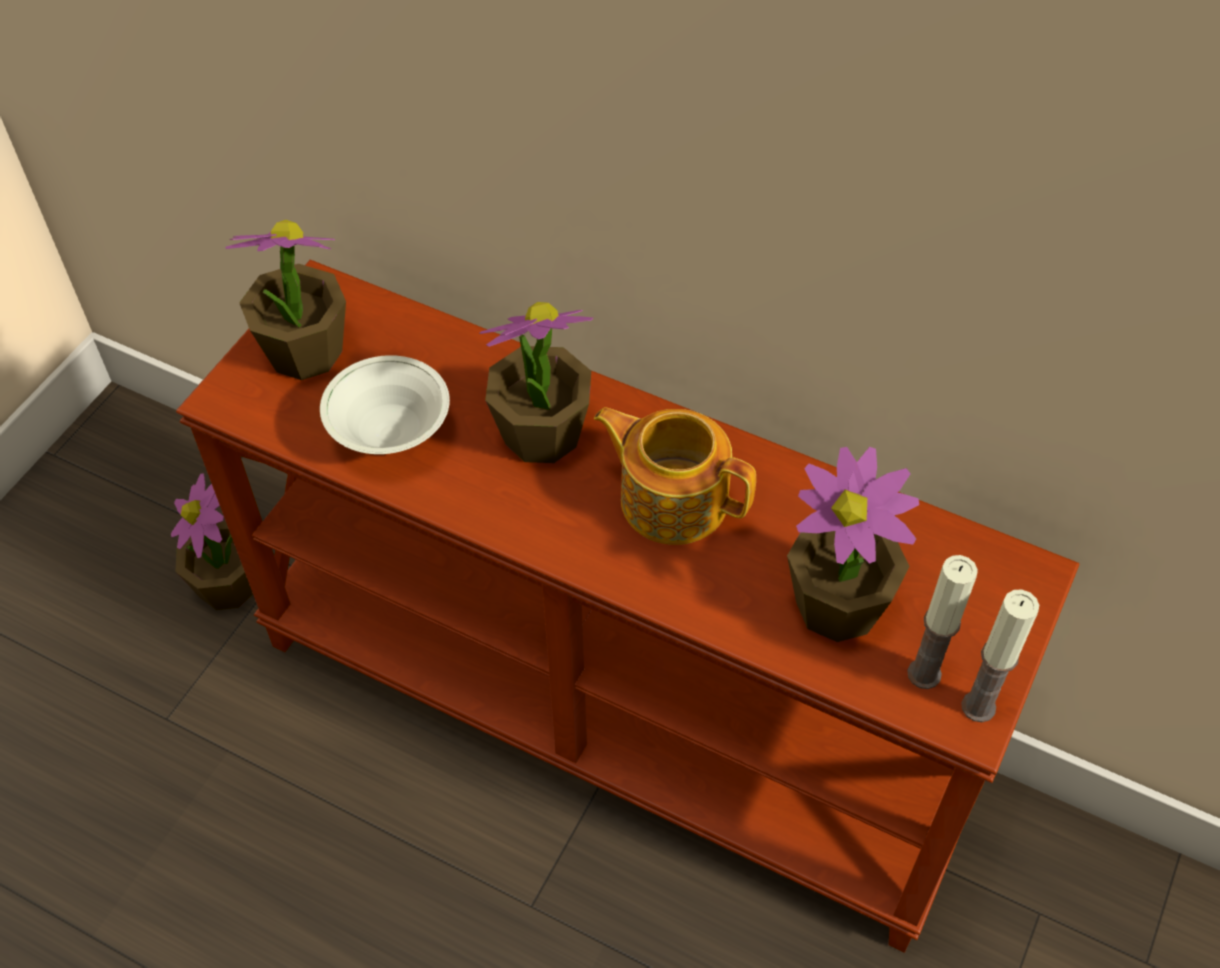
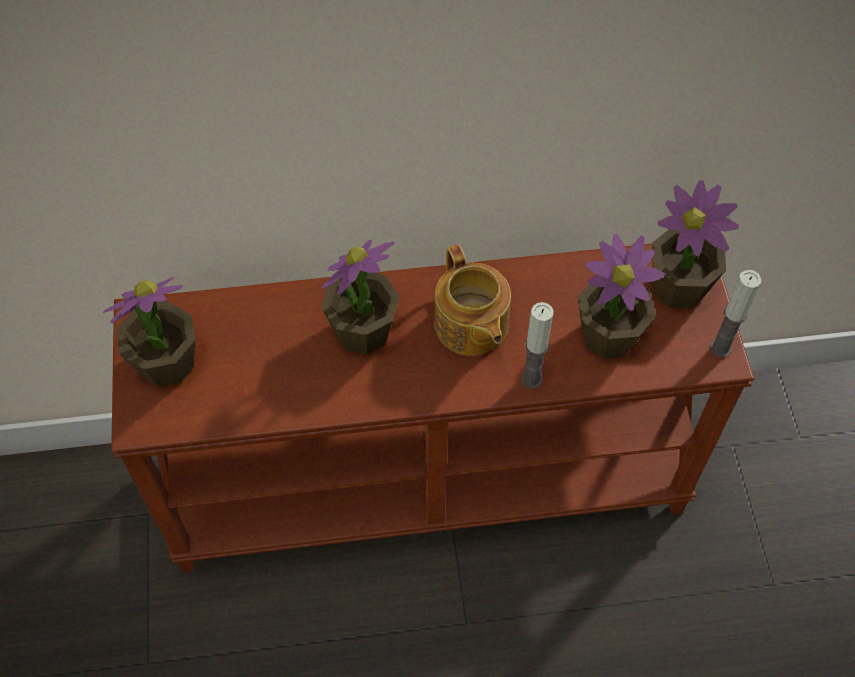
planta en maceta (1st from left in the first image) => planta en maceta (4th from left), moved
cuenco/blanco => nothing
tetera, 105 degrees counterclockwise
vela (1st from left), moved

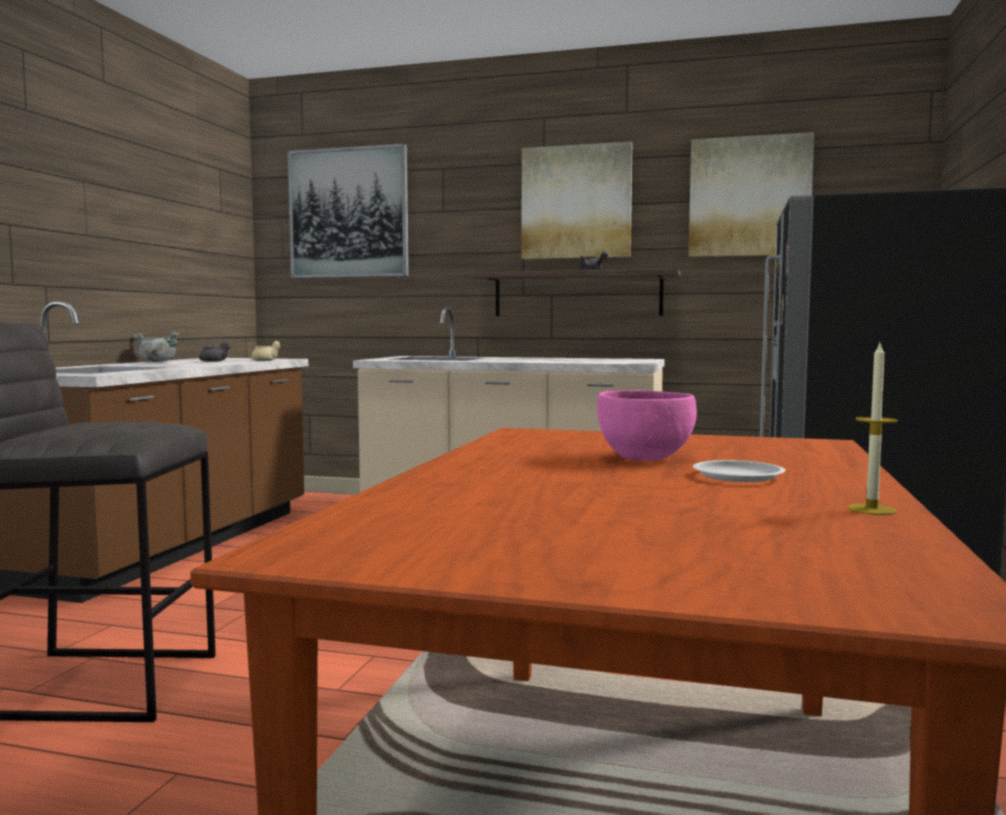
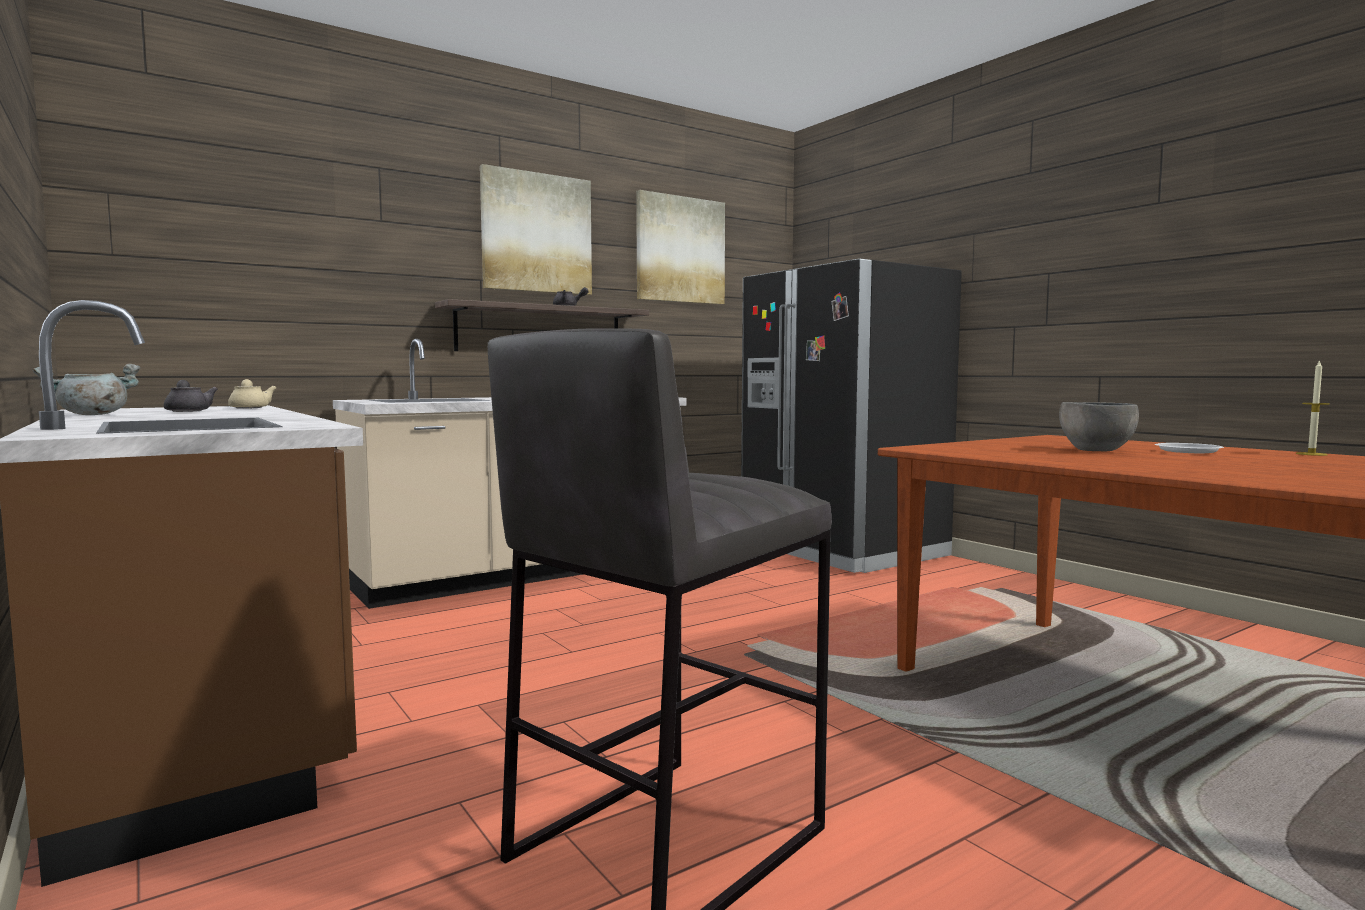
cuadro (1st from left) => nothing
cuenco/rosa => cuenco/gris

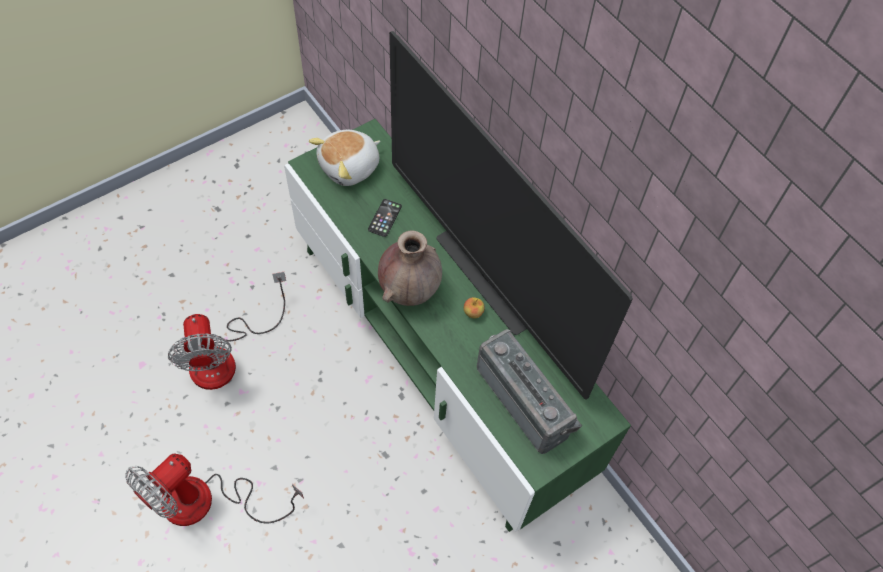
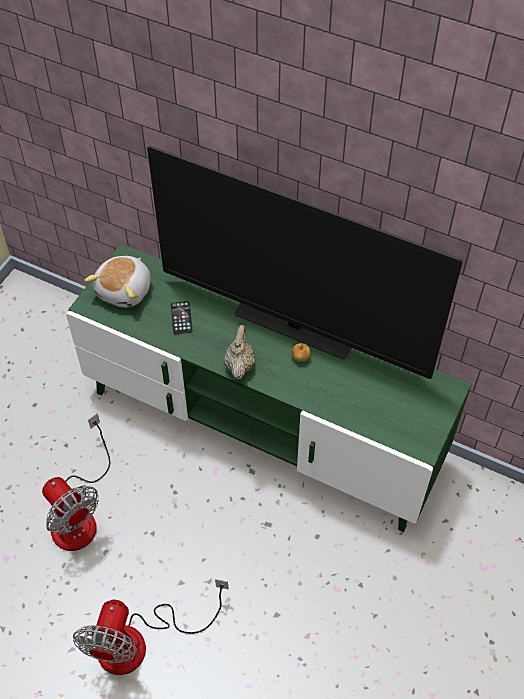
florero/marrón => tetera/beis
radio => nothing

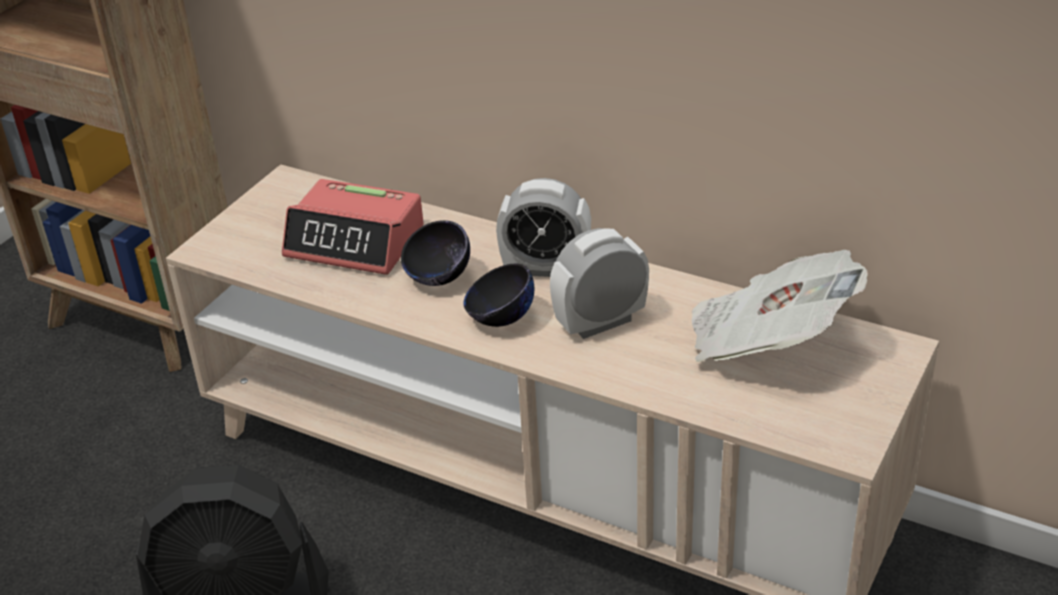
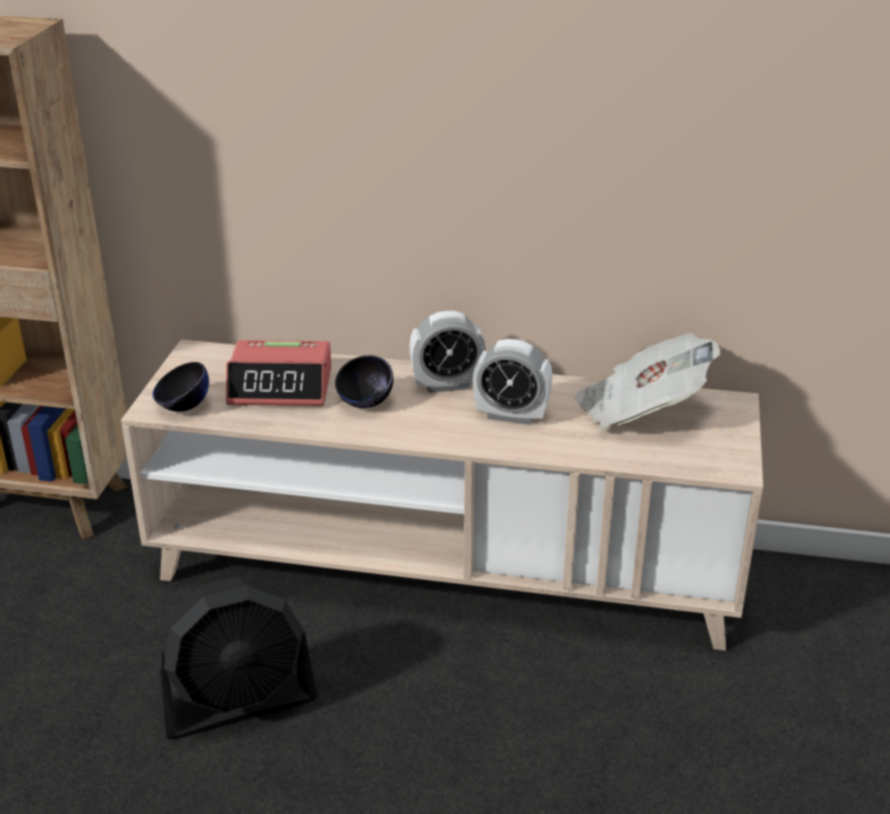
cuenco/negro (2nd from left in the first image) => cuenco/negro (1st from left), moved
despertador (3rd from left), 120 degrees counterclockwise

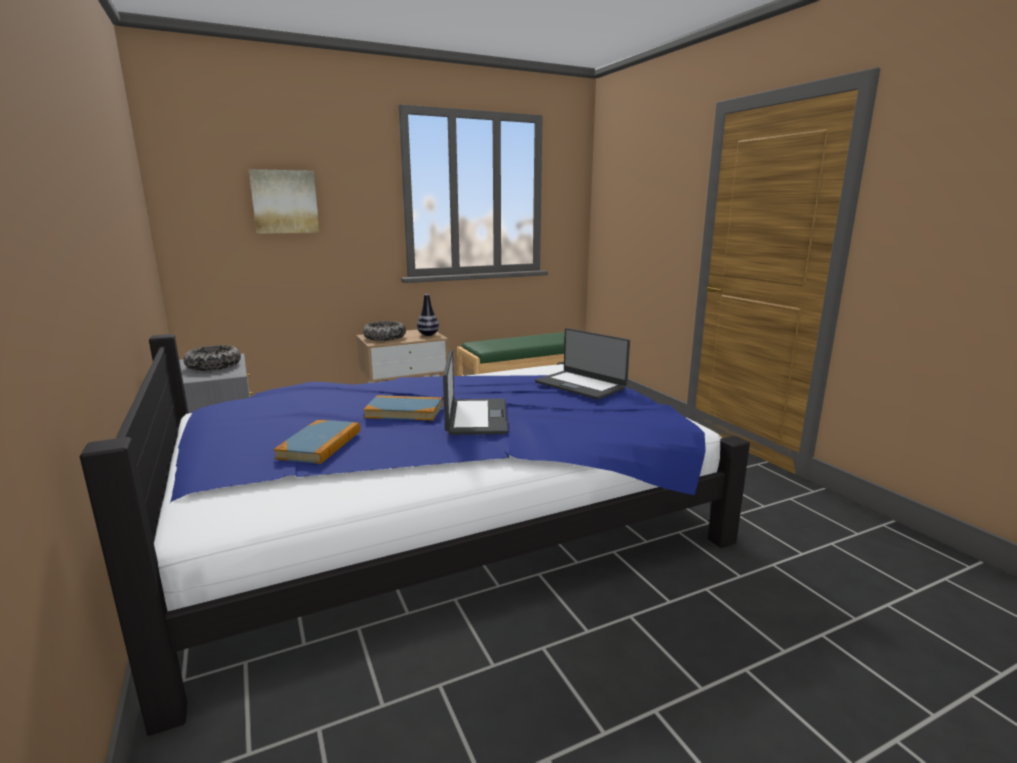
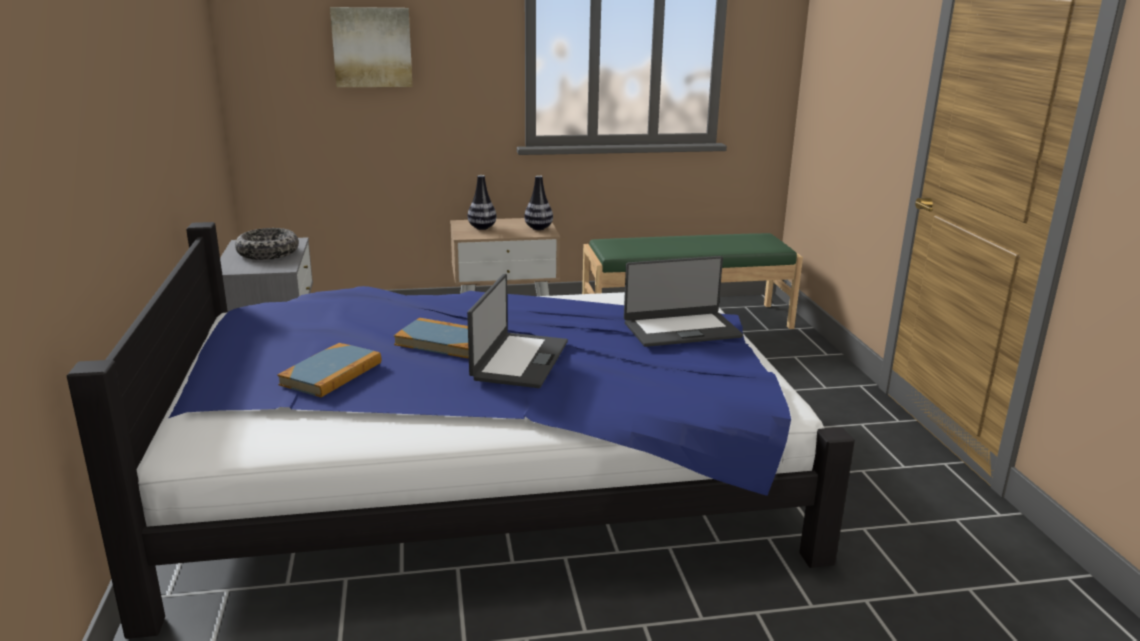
cuenco (2nd from left) => florero (1st from left)
portátil (2nd from left), 75 degrees counterclockwise

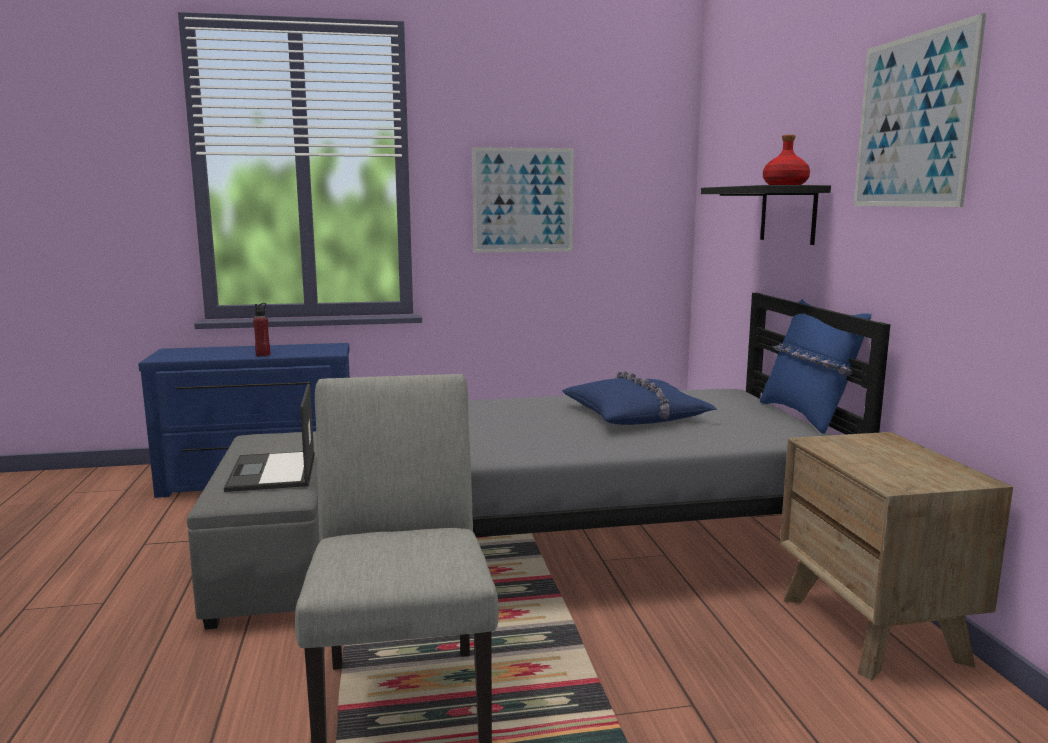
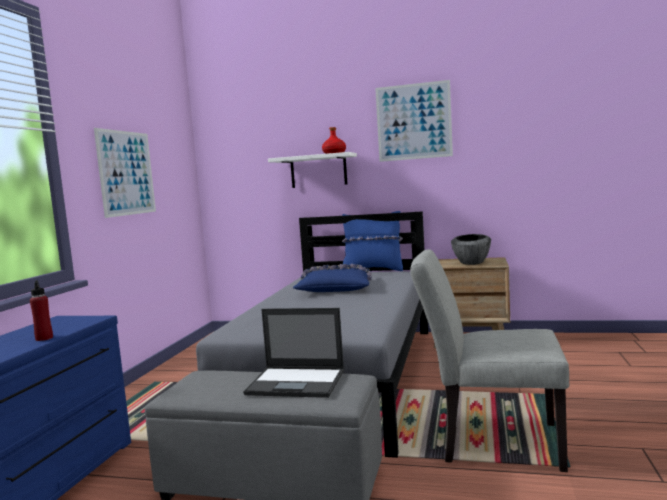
estante/negro => estante/blanco
nothing => cuenco

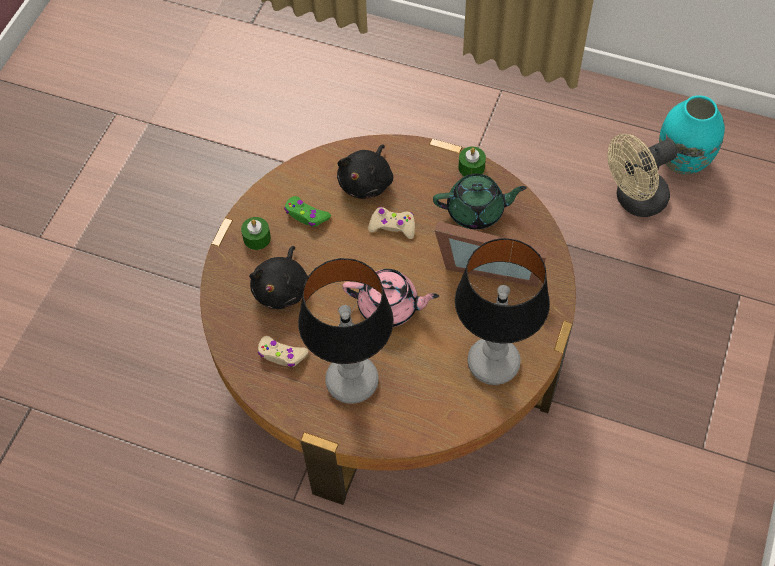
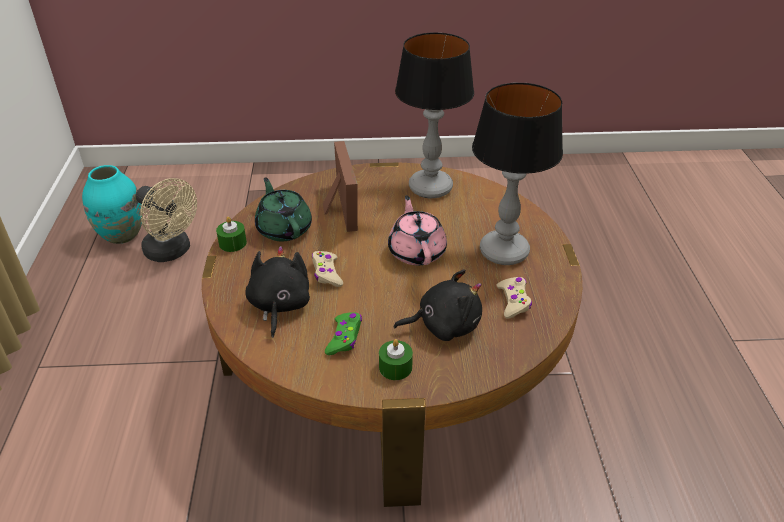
peluche/negro (2nd from left in the first image) => peluche/negro (1st from left), 90 degrees counterclockwise

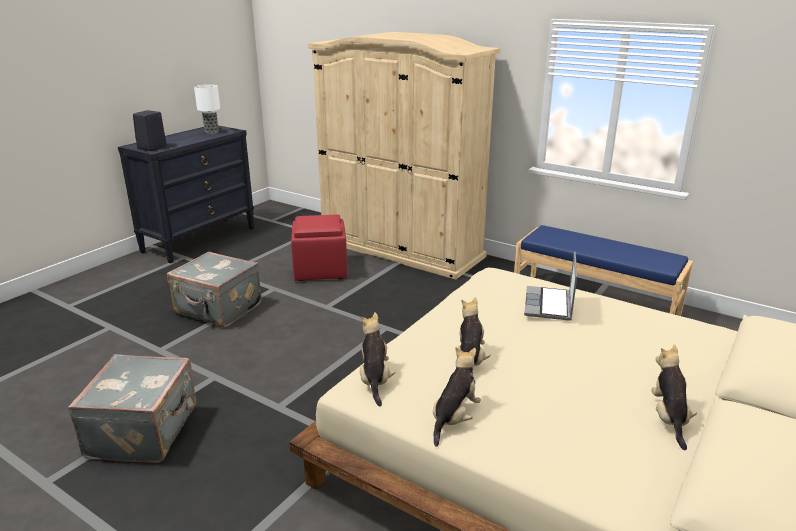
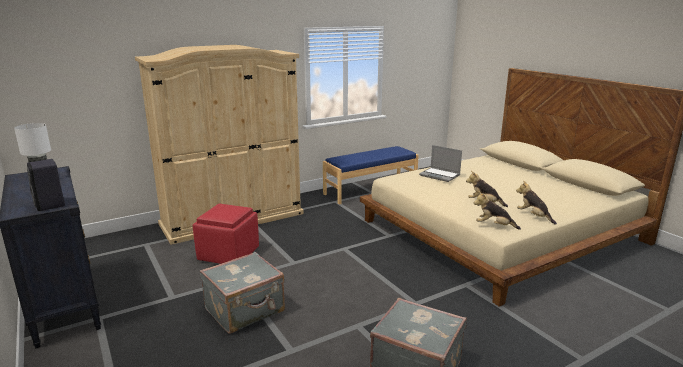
peluche (4th from left) => nothing

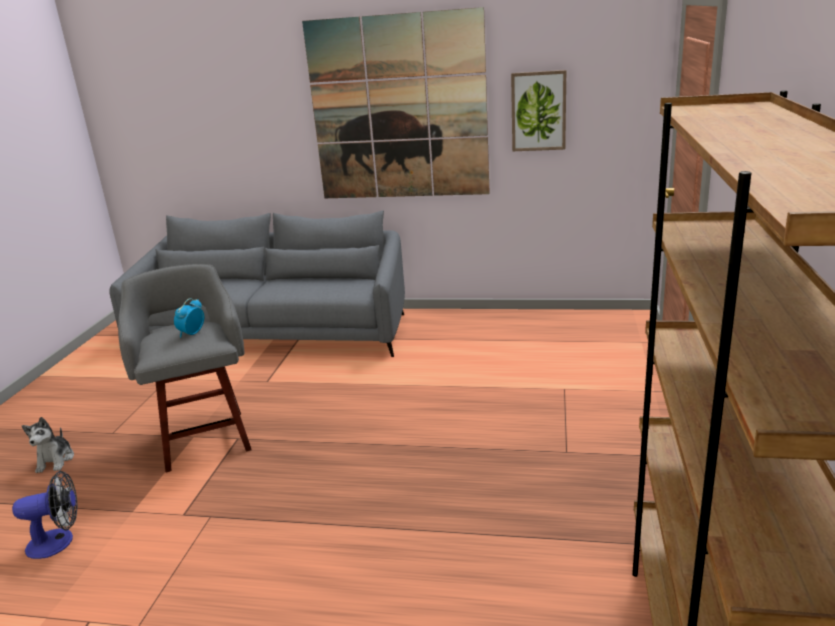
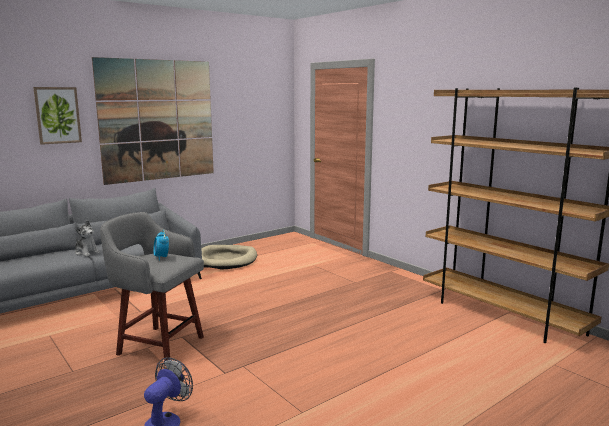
peluche, moved
cuadro (2nd from left in the first image) => cuadro (1st from left), moved
nothing => cama para perro/beis

